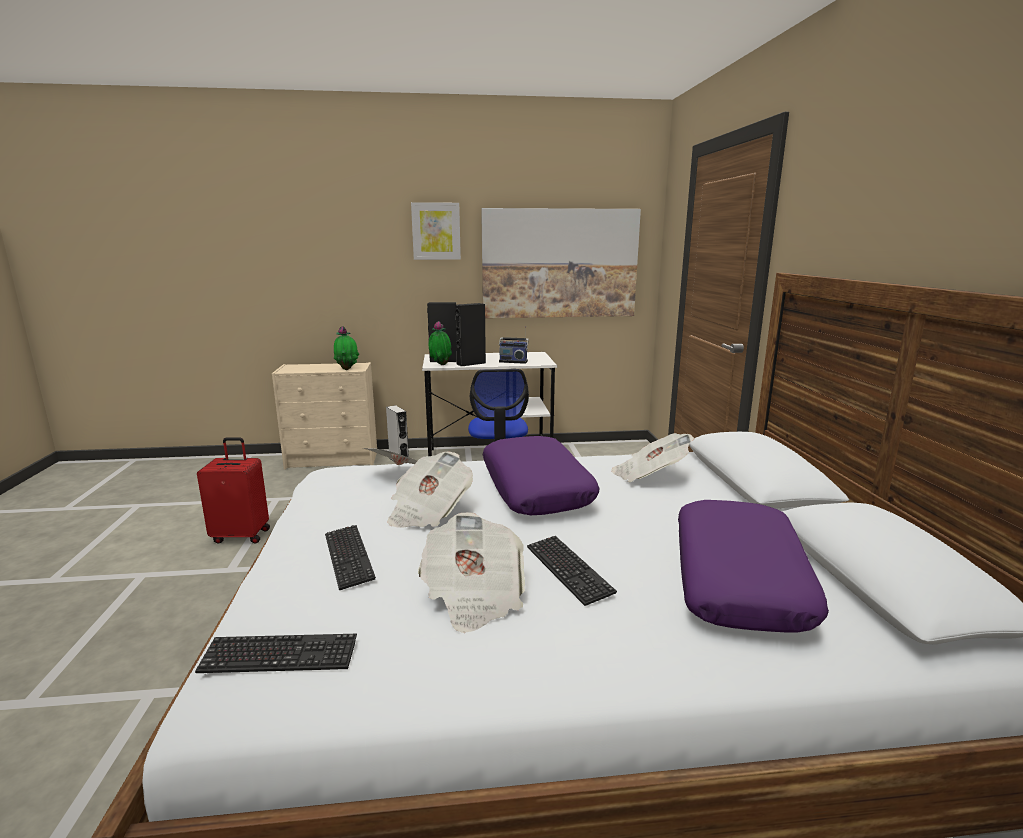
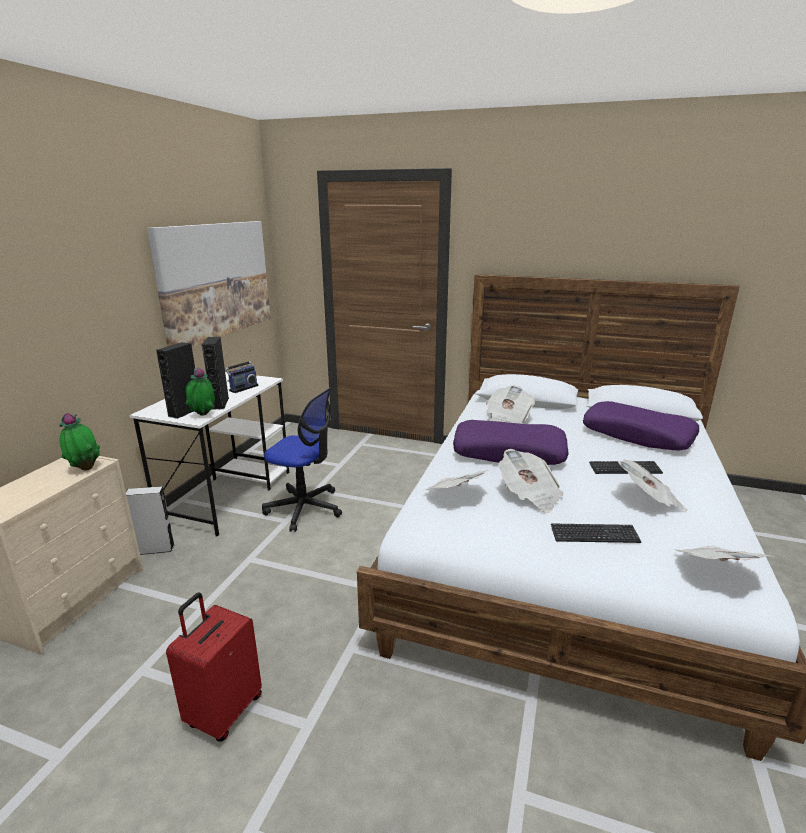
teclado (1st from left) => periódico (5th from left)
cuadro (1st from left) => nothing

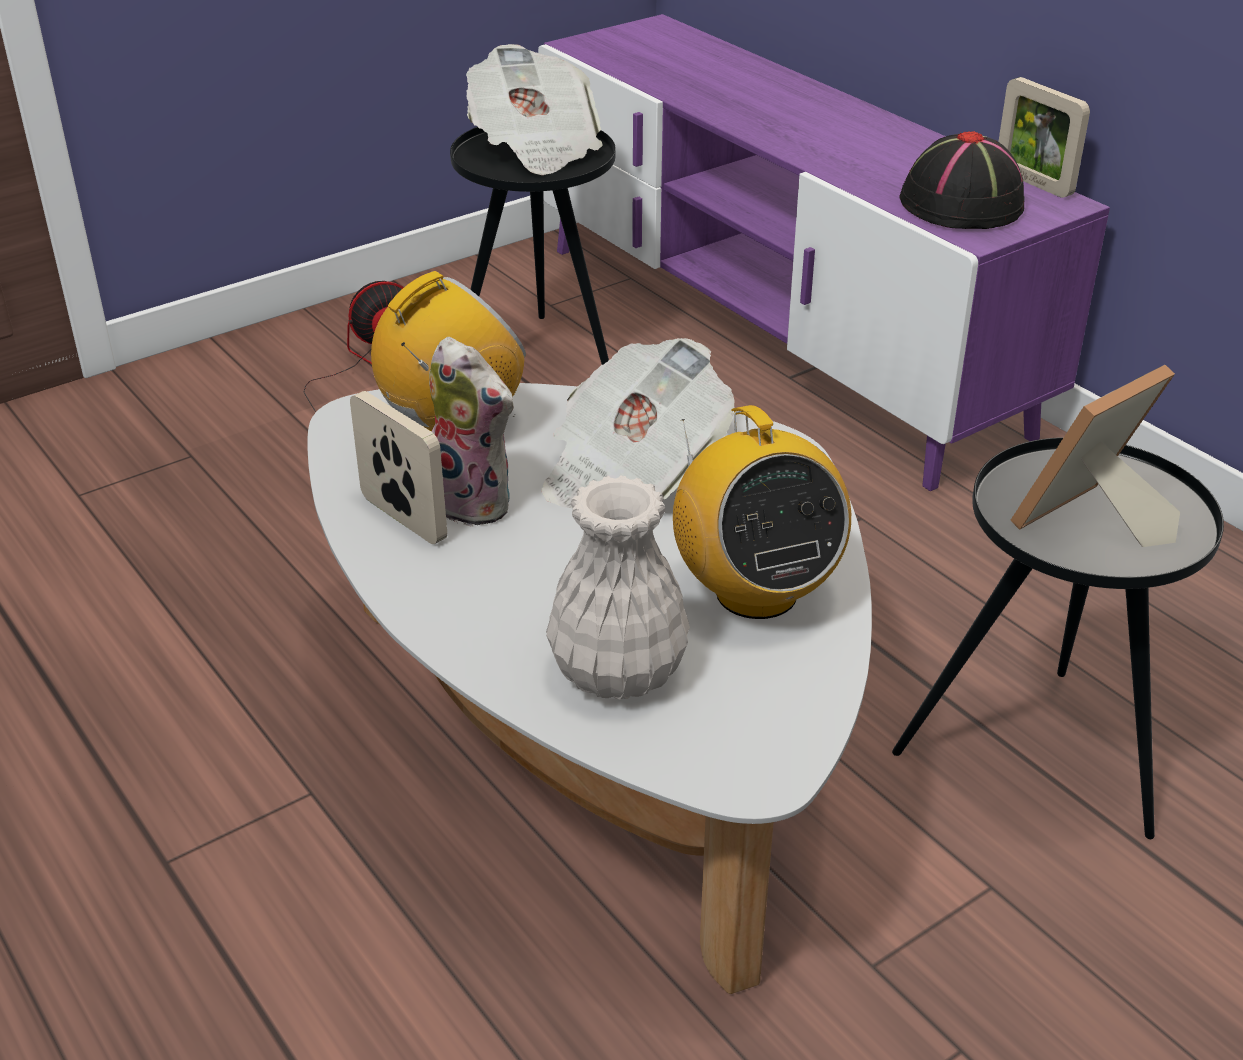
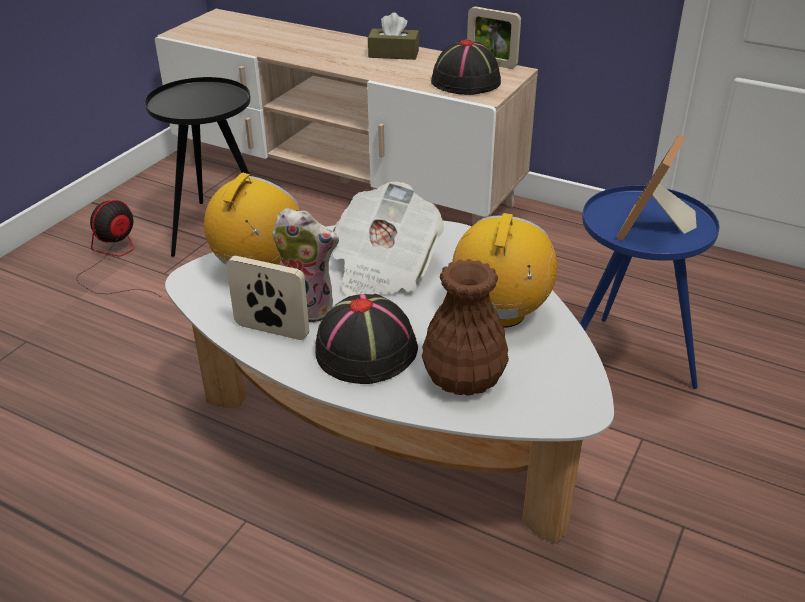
periódico (1st from left) => nothing
mueble de televisión/morado => mueble de televisión/beis
florero/blanco => florero/marrón
radio (2nd from left), 120 degrees counterclockwise
mesa auxiliar/negro (2nd from left) => mesa auxiliar/azul
nothing => sombrero/negro (1st from left)
nothing => caja de pañuelos/marrón

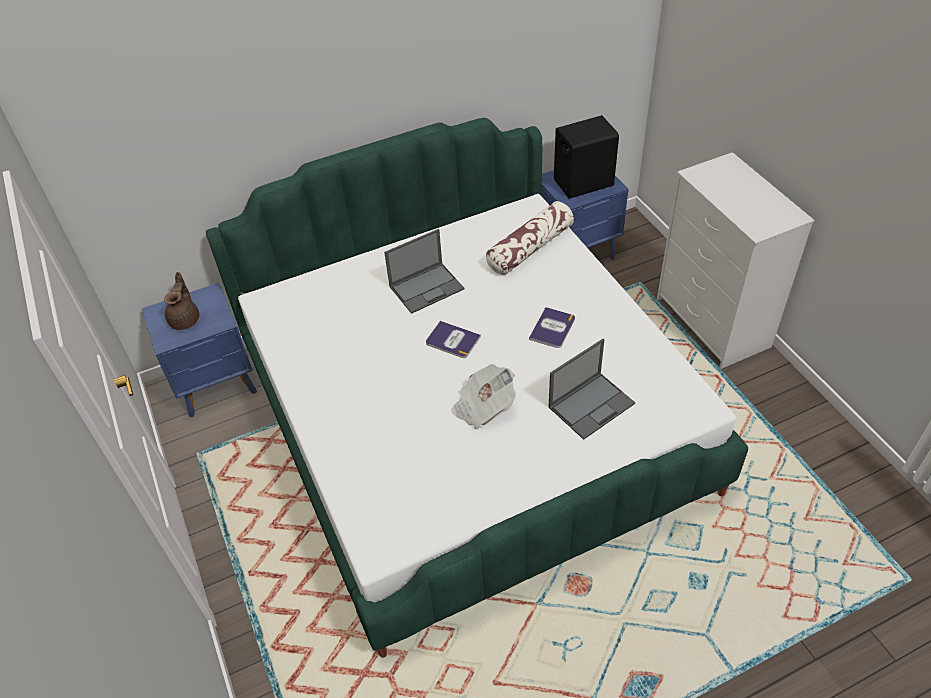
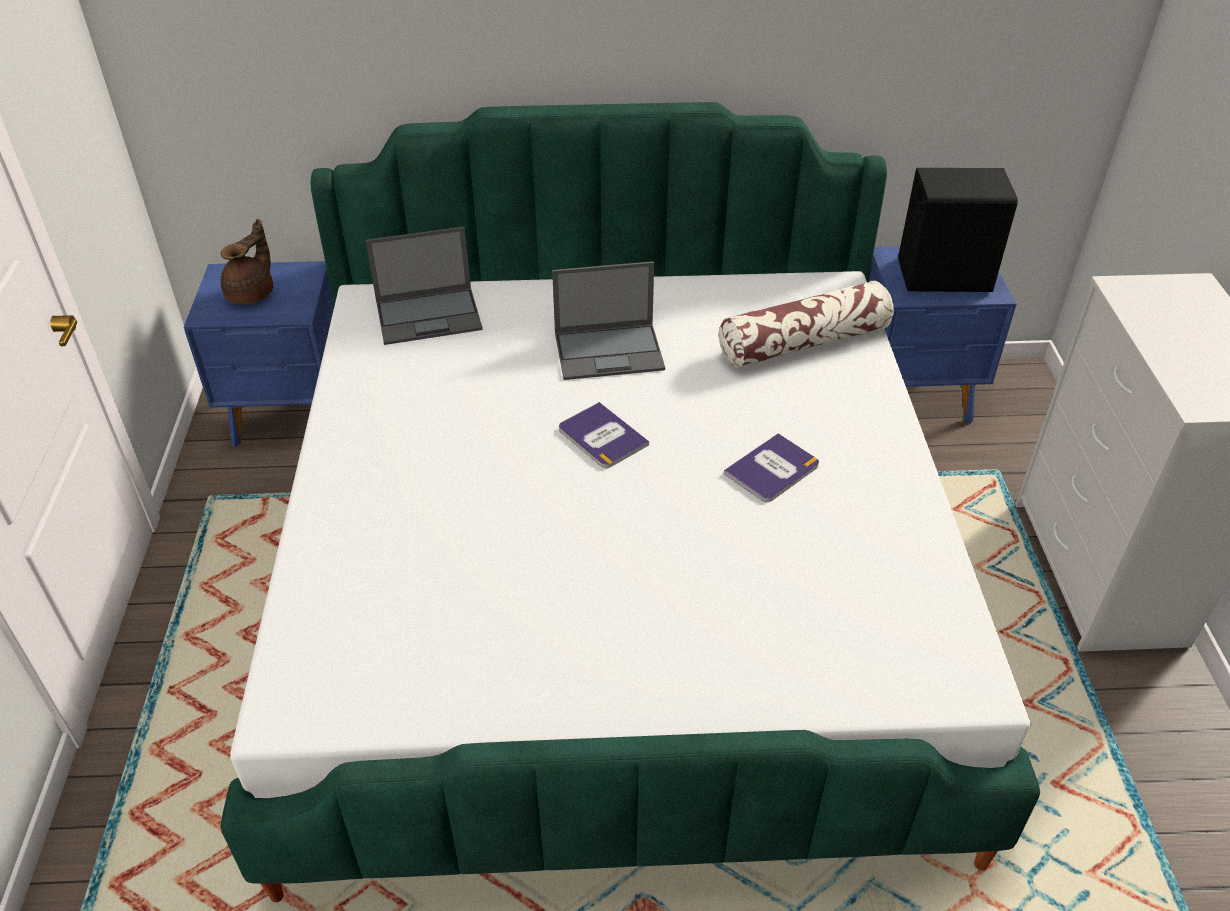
periódico => nothing
portátil (2nd from left in the first image) => portátil (1st from left), moved

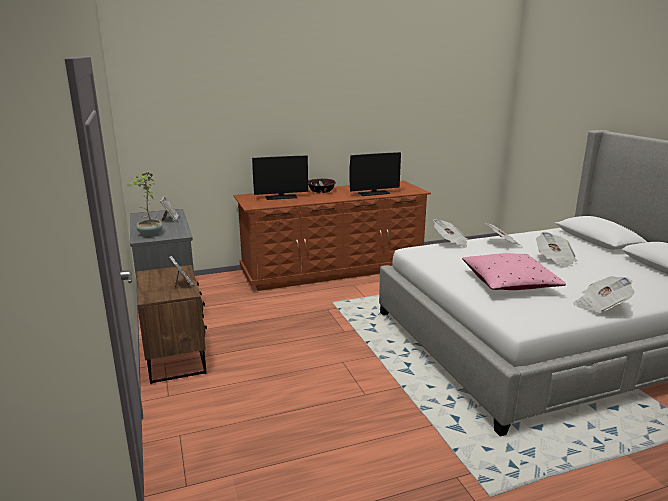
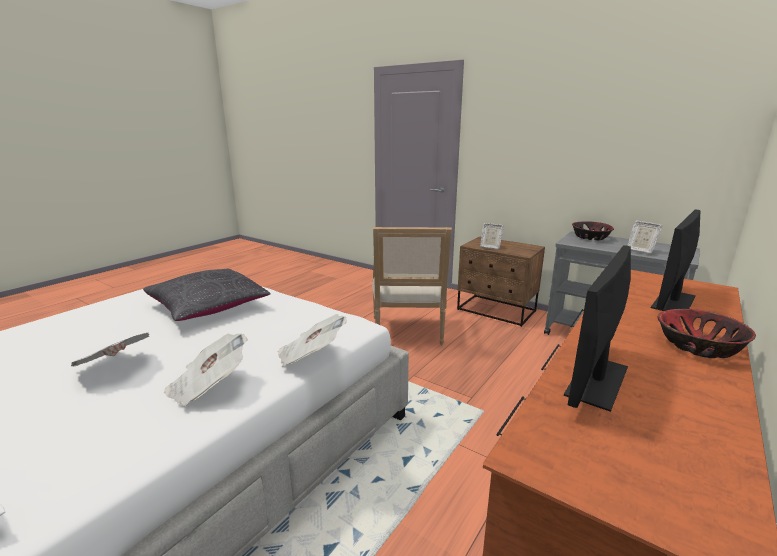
planta en maceta => cuenco (1st from left)
cojín/rosa => cojín/negro
periódico (4th from left) => nothing
nothing => sillón

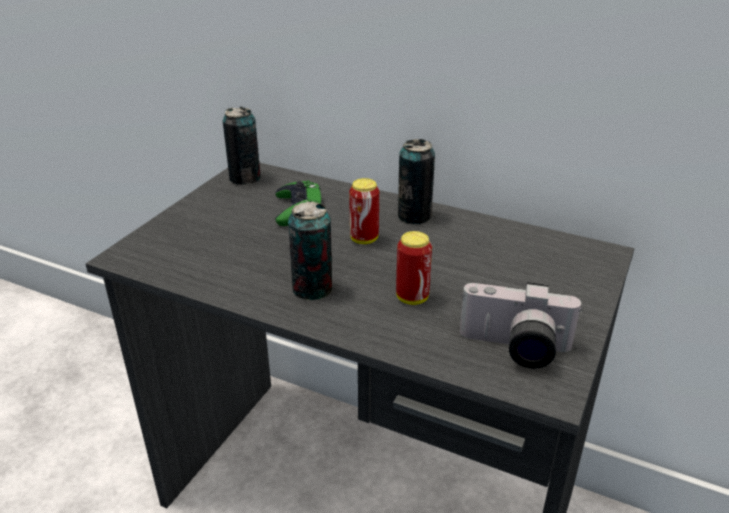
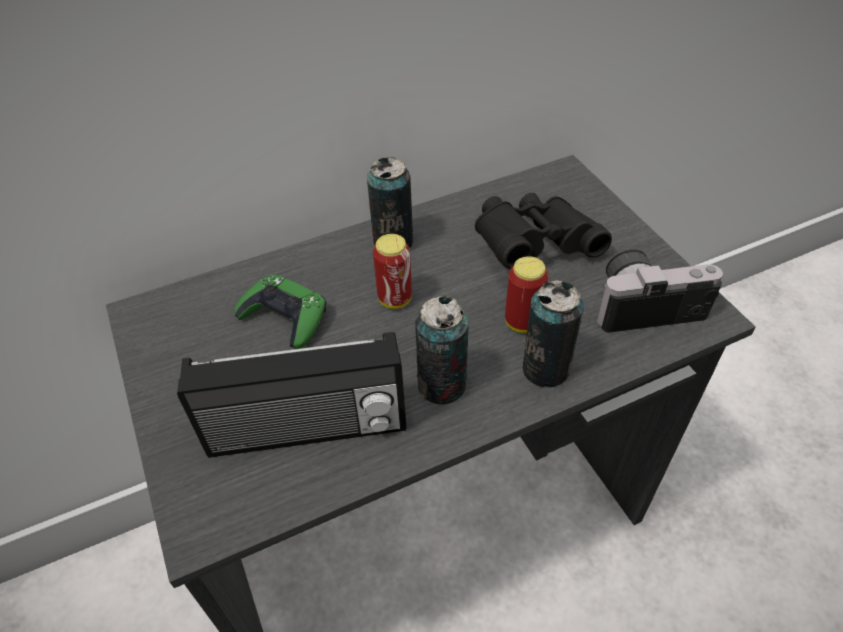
lata (1st from left in the first image) => lata (5th from left), moved
cámara, 150 degrees counterclockwise
nothing => radio
nothing => prismáticos/negro

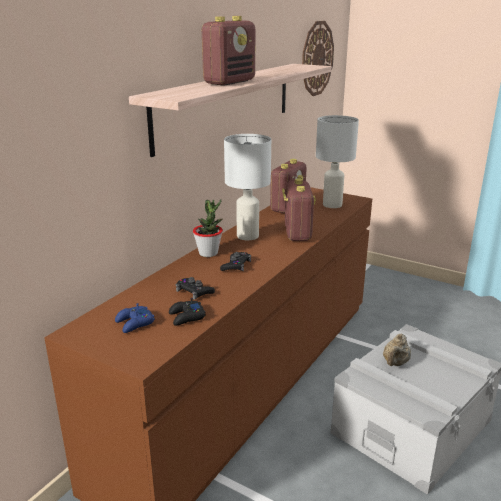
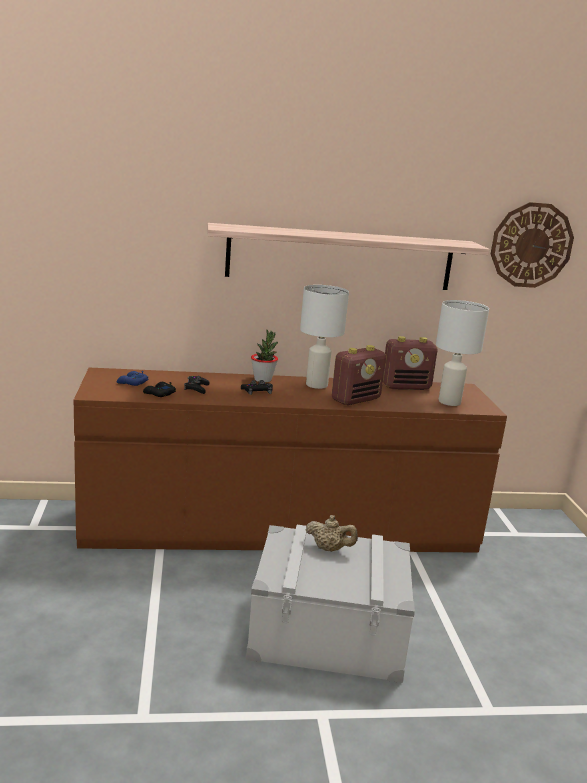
radio (1st from left) => nothing
tetera/beis, 150 degrees counterclockwise

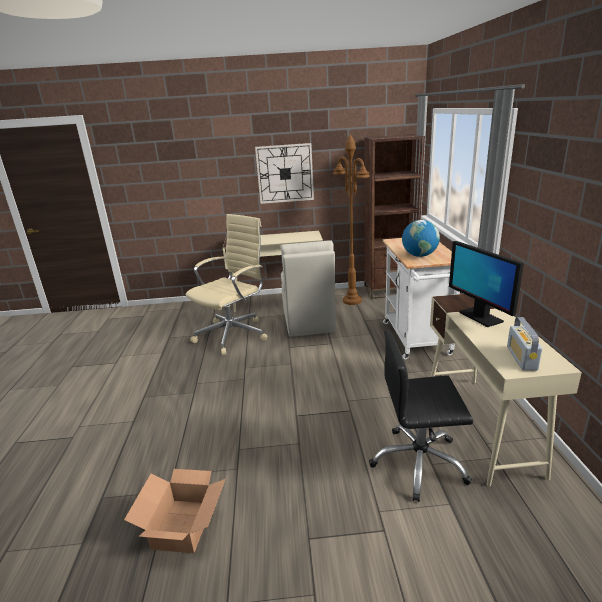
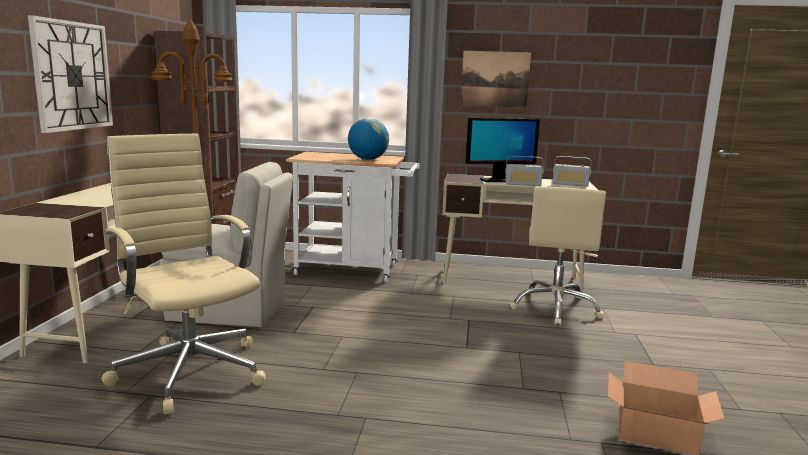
silla de oficina/negro => silla de oficina/beis (2nd from left)
nothing => cuadro
nothing => radio (1st from left)

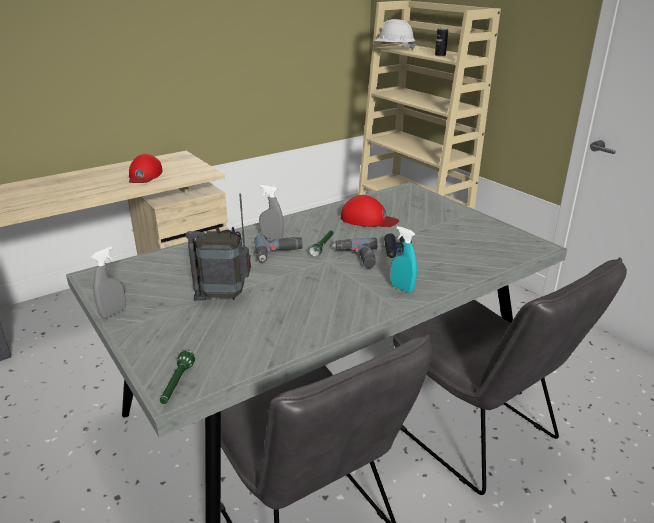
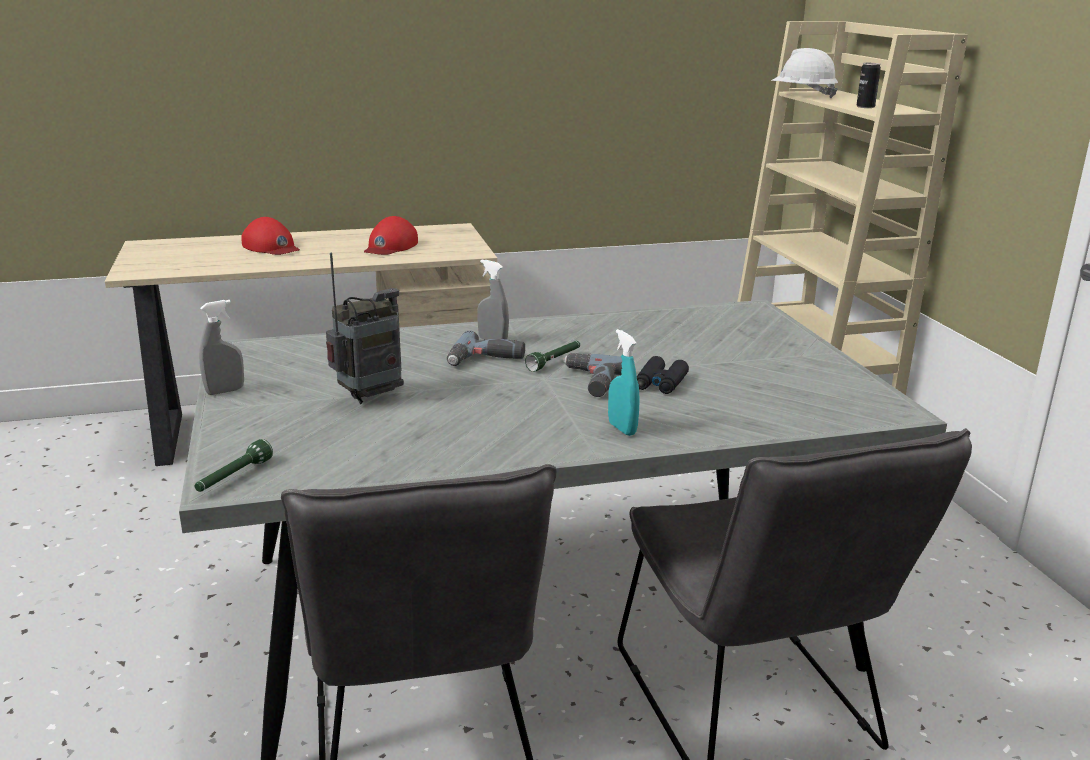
radio, 120 degrees clockwise
gorra/rojo (2nd from left in the first image) => gorra/rojo (1st from left), moved

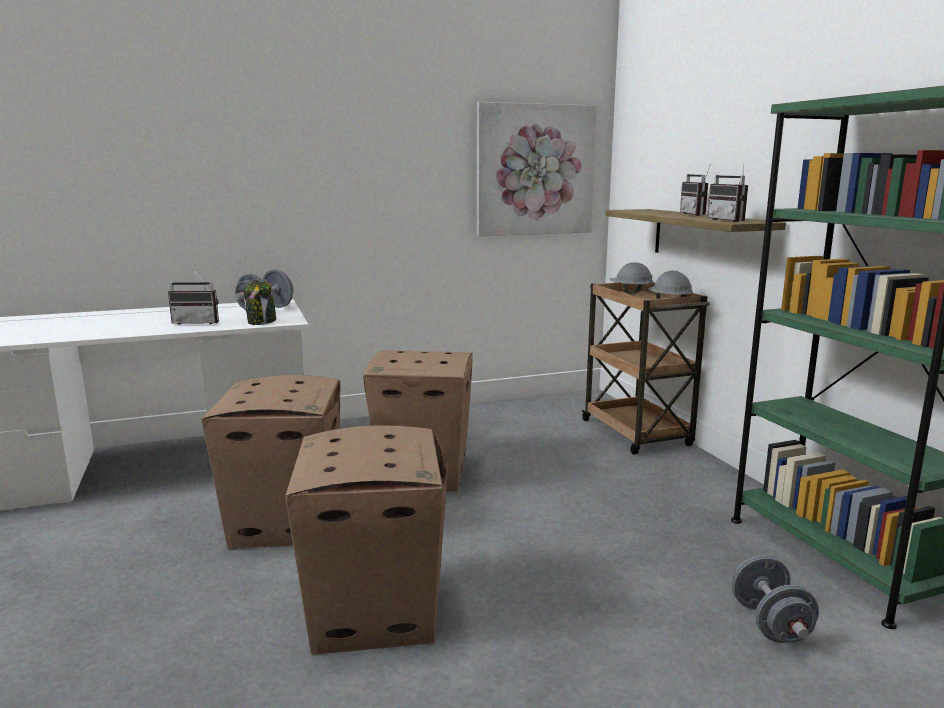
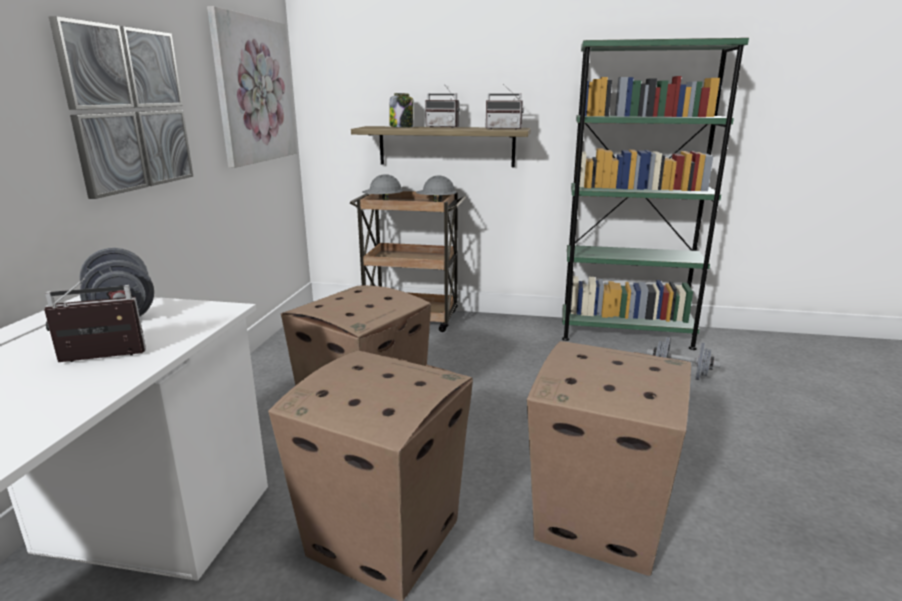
radio (1st from left), 135 degrees counterclockwise
tarro, moved
nothing => cuadro (1st from left)

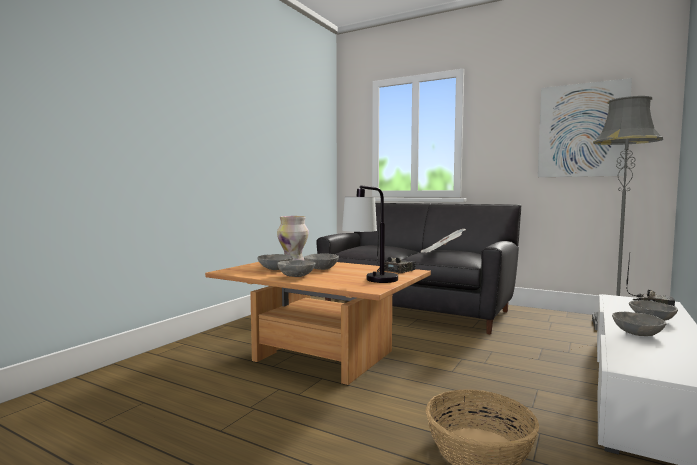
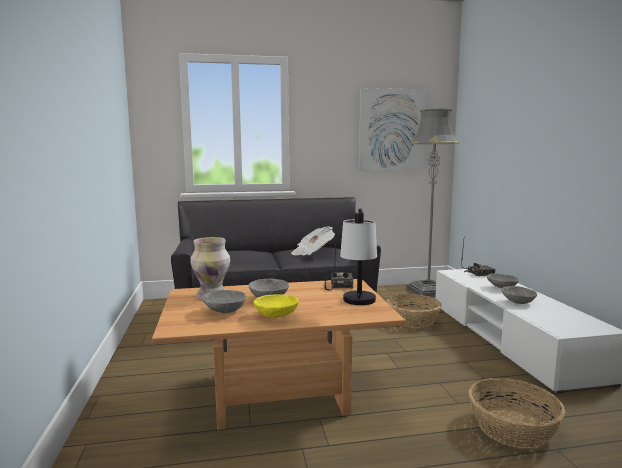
cuenco/gris (2nd from left) => cuenco/amarillo
nothing => cesta (1st from left)

